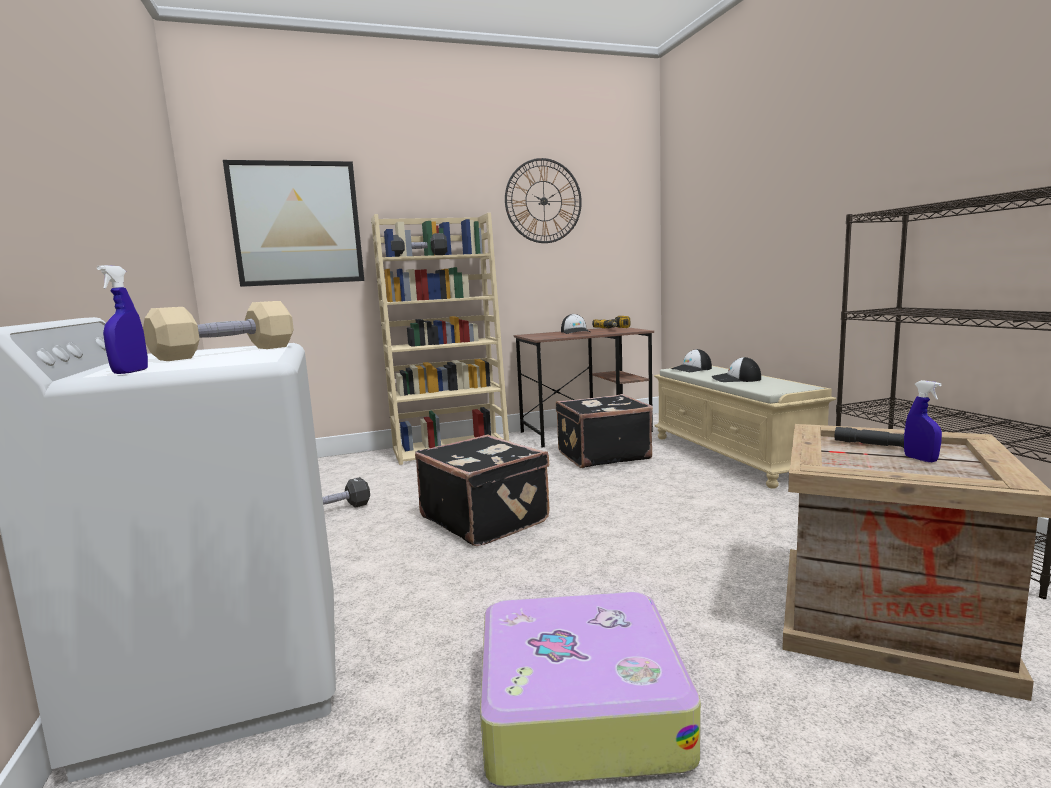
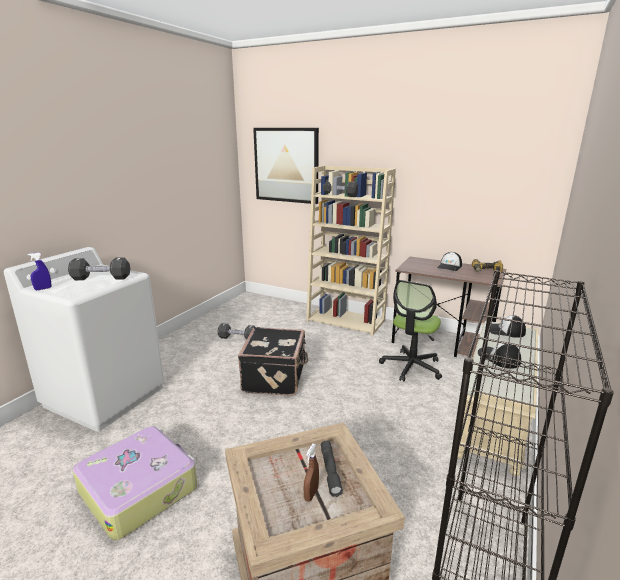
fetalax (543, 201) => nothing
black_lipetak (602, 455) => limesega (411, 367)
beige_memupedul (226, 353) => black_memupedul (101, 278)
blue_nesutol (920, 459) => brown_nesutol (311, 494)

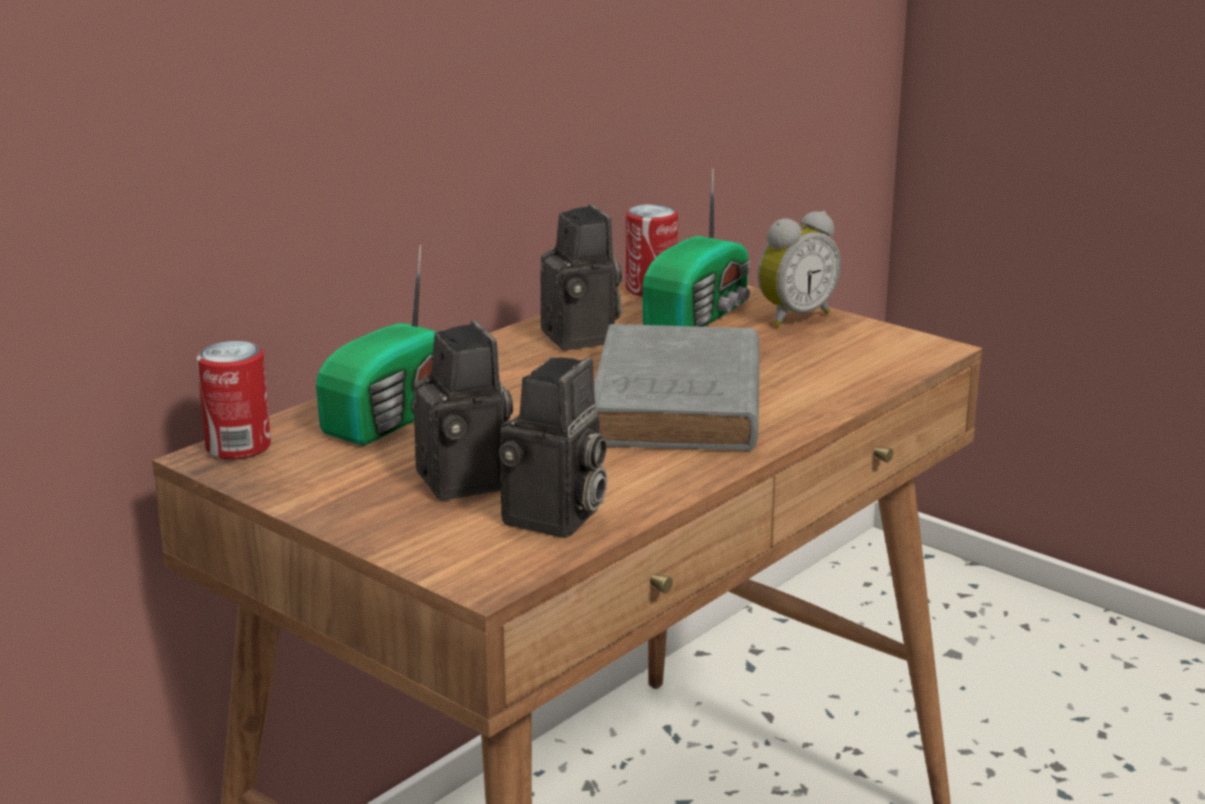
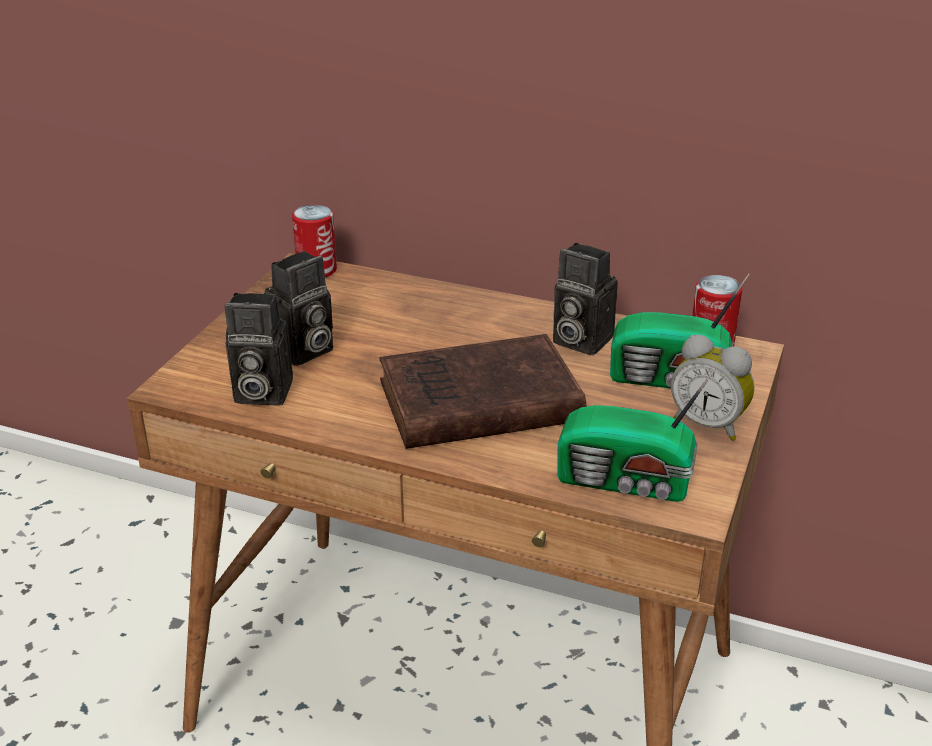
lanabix (398, 416) => lanabix (627, 482), moved
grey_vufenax (677, 405) => brown_vufenax (474, 403)
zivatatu (584, 338) => zivatatu (578, 340), 75 degrees clockwise

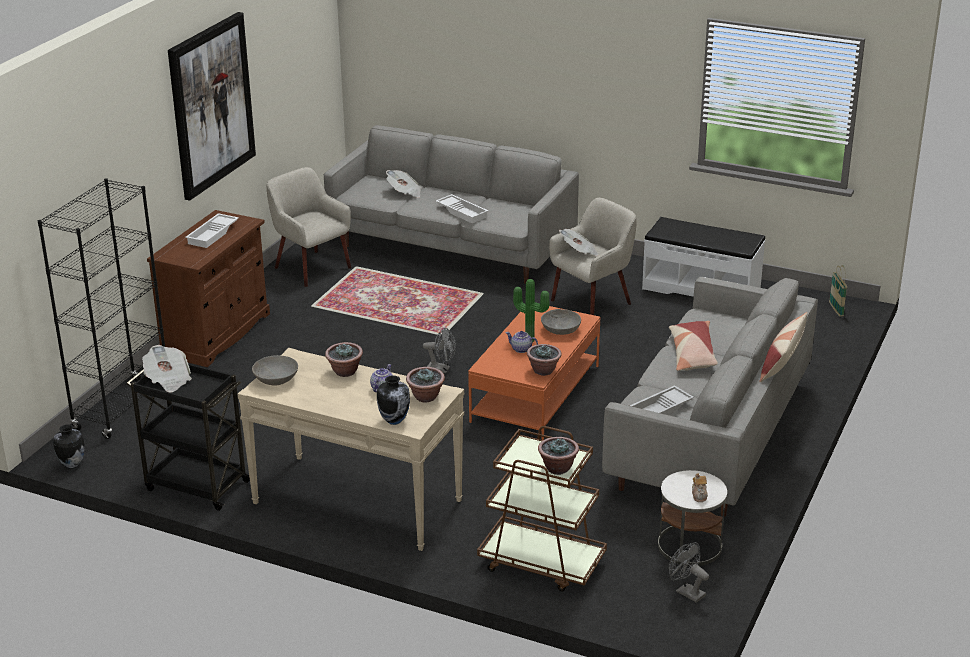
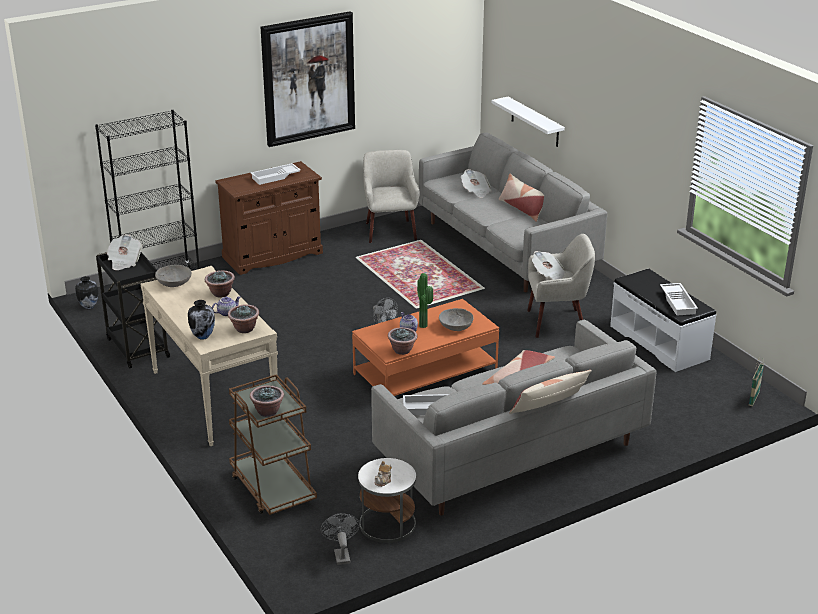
nothing => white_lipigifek (535, 122)
nothing => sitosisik (522, 209)
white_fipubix (462, 212) => white_fipubix (678, 302), moved

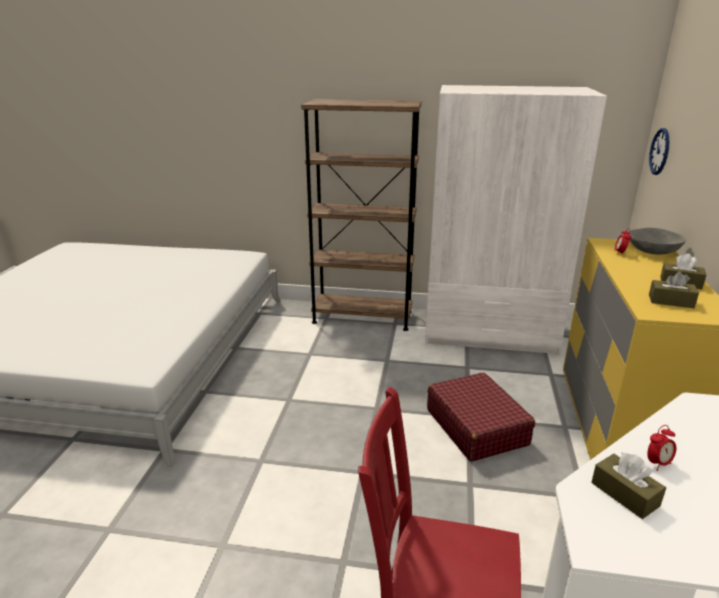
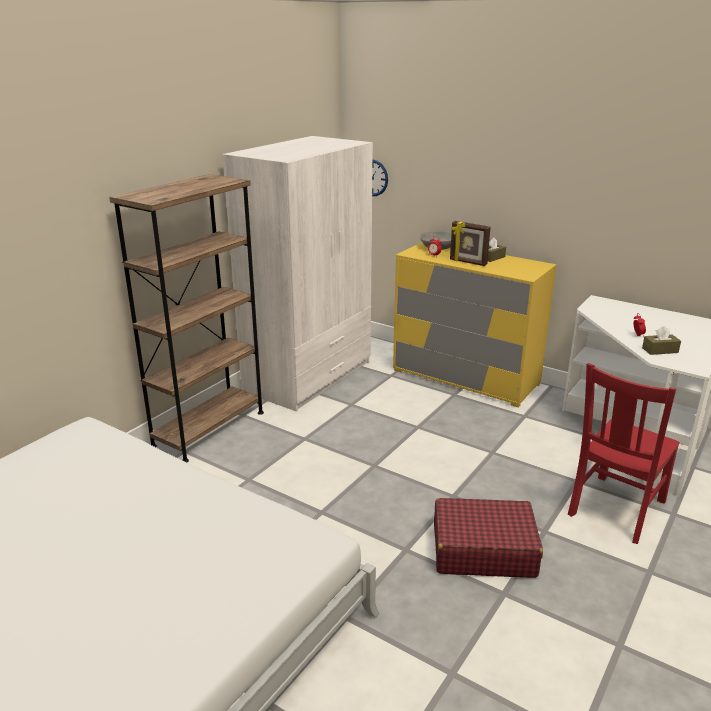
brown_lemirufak (671, 301) => nothing
nothing => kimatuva (468, 262)
red_lipetak (476, 426) => red_lipetak (483, 550), moved

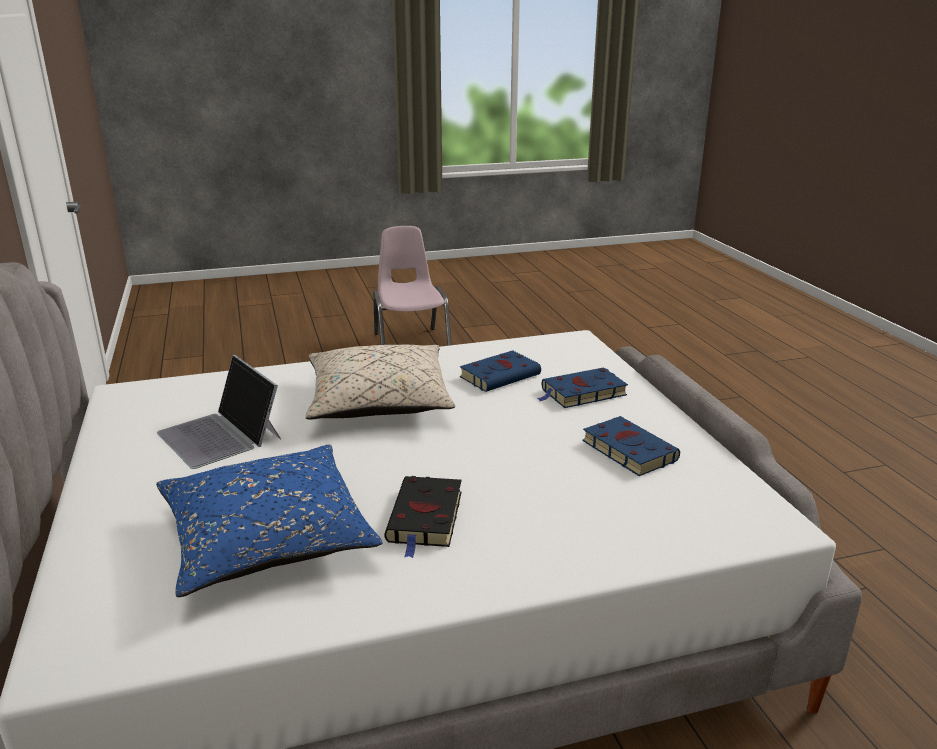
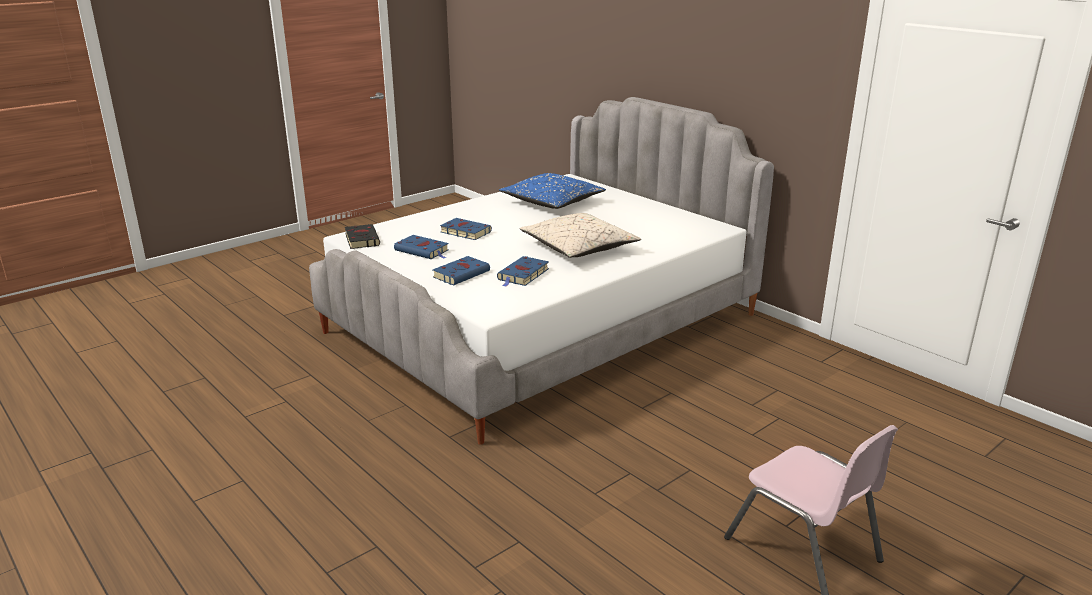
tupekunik (221, 435) => nothing
nothing => blue_vufenax (464, 232)
black_vufenax (425, 519) => black_vufenax (361, 239), moved

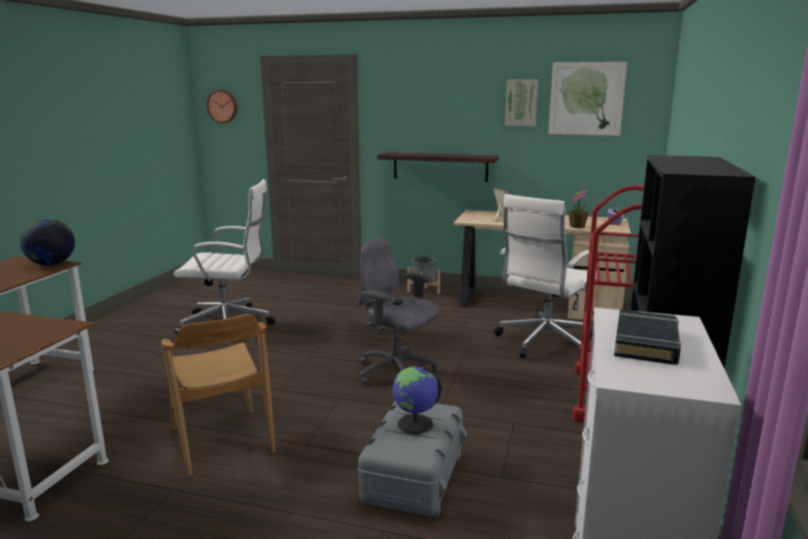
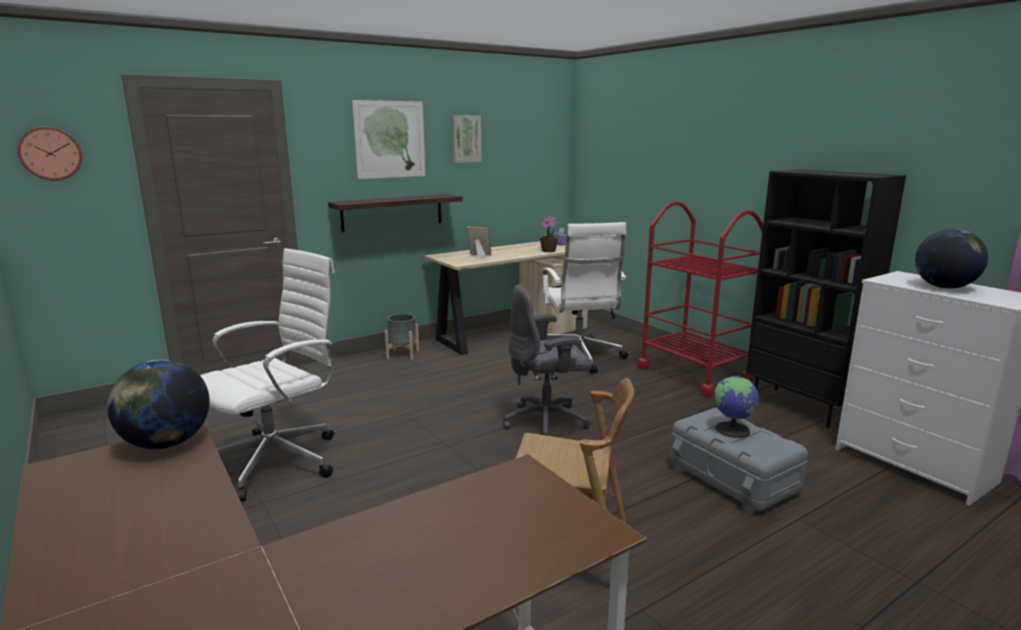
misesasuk (586, 98) => misesasuk (390, 139), moved
black_vufenax (646, 343) => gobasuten (944, 287)

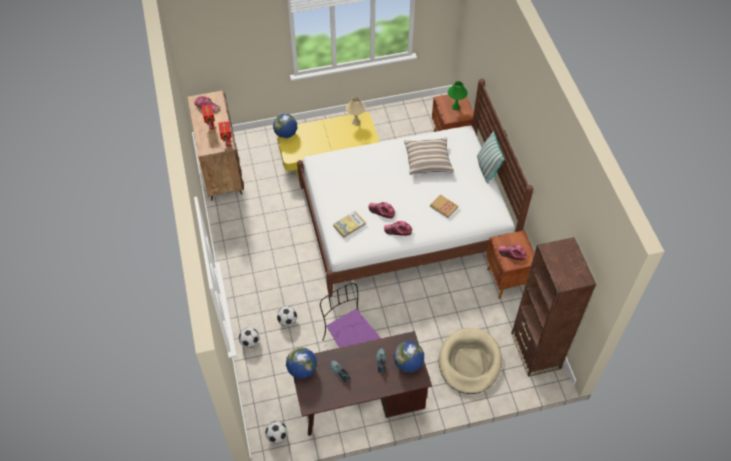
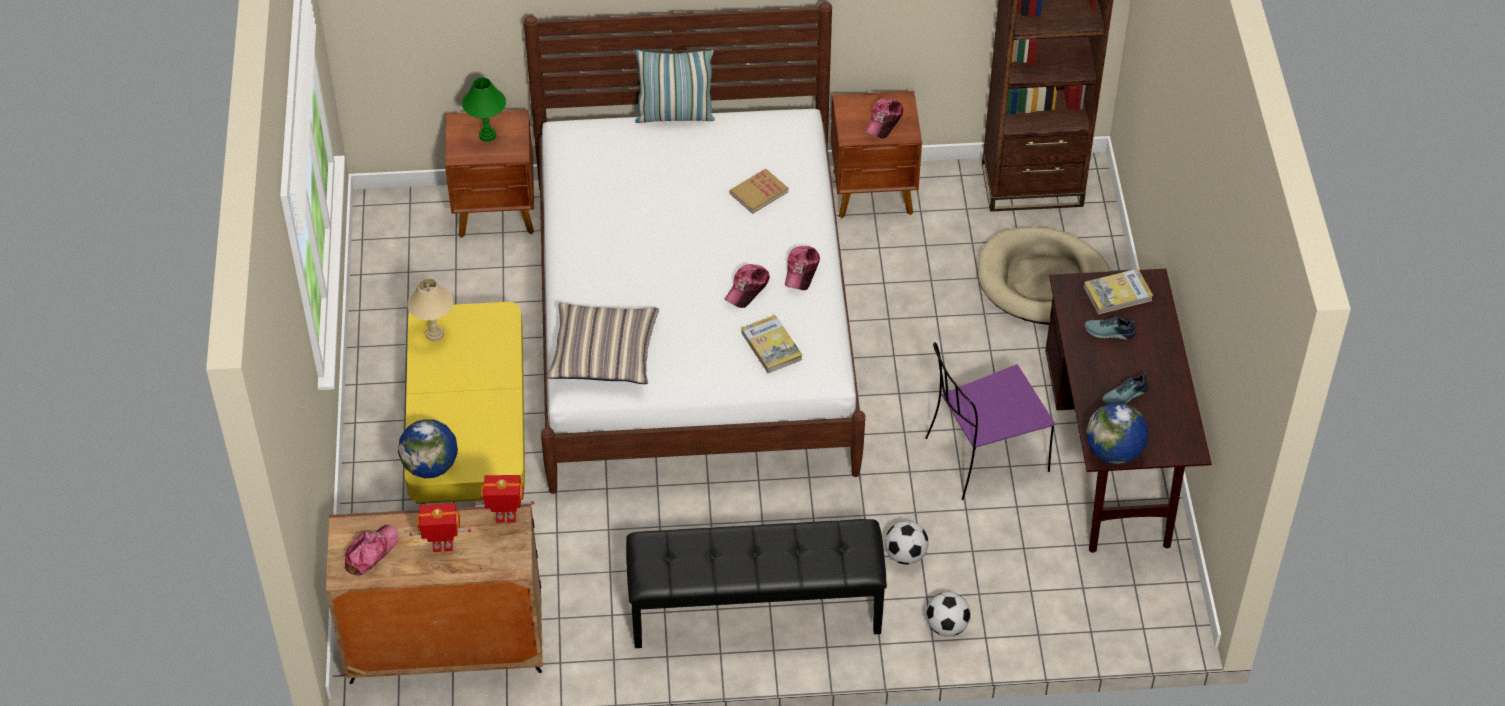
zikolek (277, 436) => nothing
nothing => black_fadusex (755, 612)
sitosisik (428, 160) => sitosisik (604, 353), moved
gobasuten (408, 363) => vufenax (1117, 293)

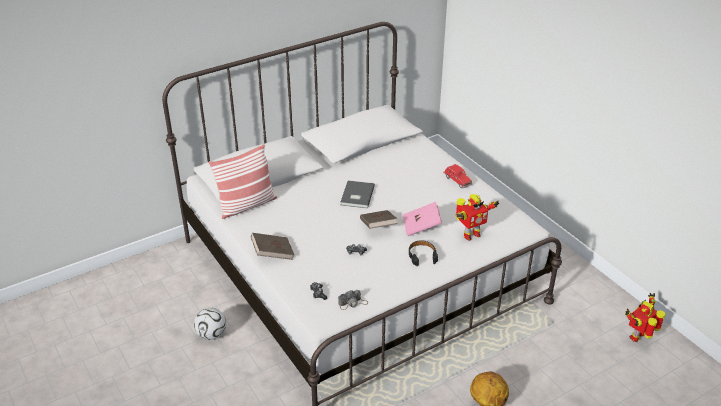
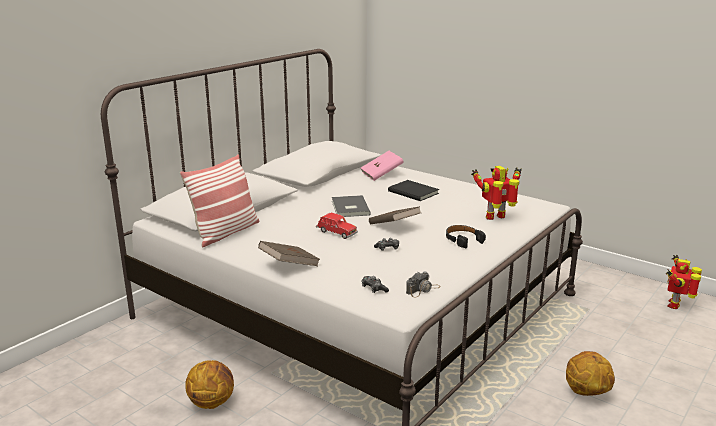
nothing => black_vufenax (413, 191)
pink_vufenax (421, 227) => pink_vufenax (381, 174), moved
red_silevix (457, 181) => red_silevix (336, 233), moved
zikolek (212, 334) => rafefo (212, 402)
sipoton (470, 235) => sipoton (496, 218), 150 degrees counterclockwise

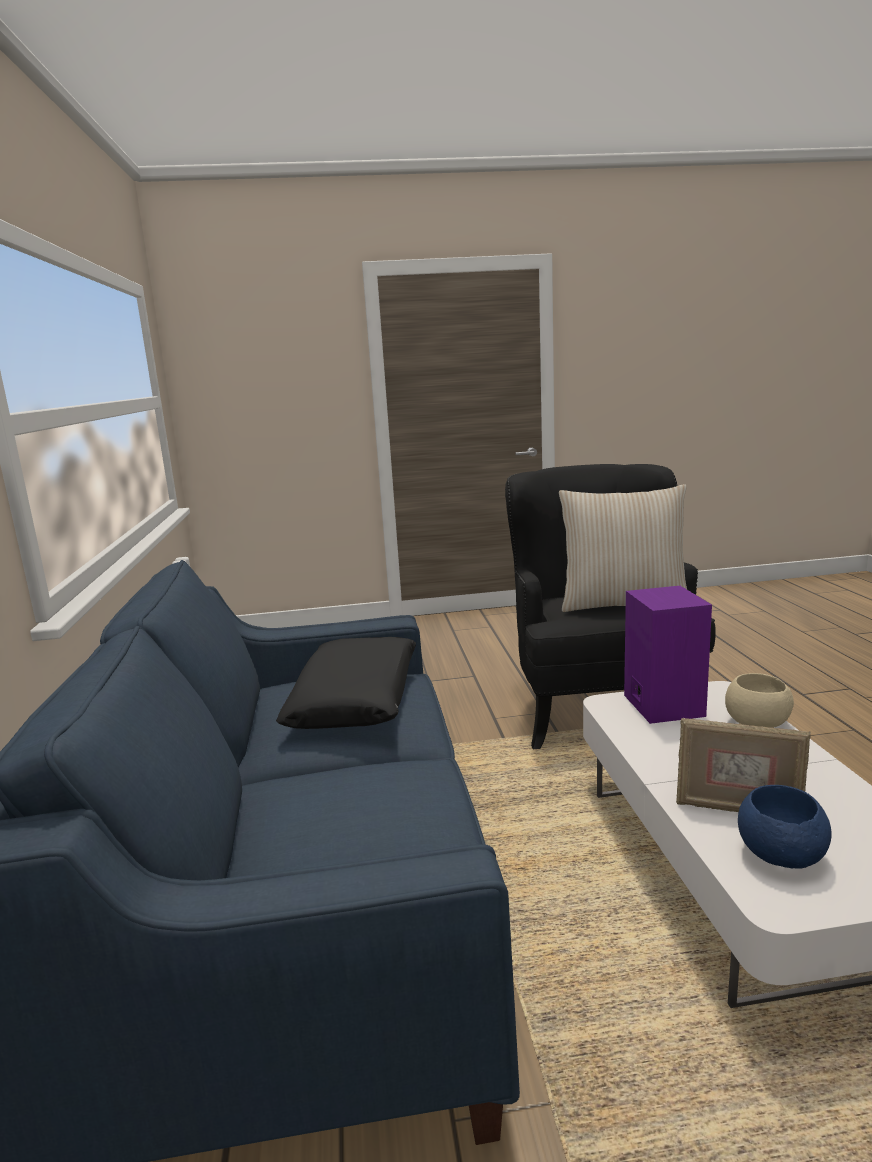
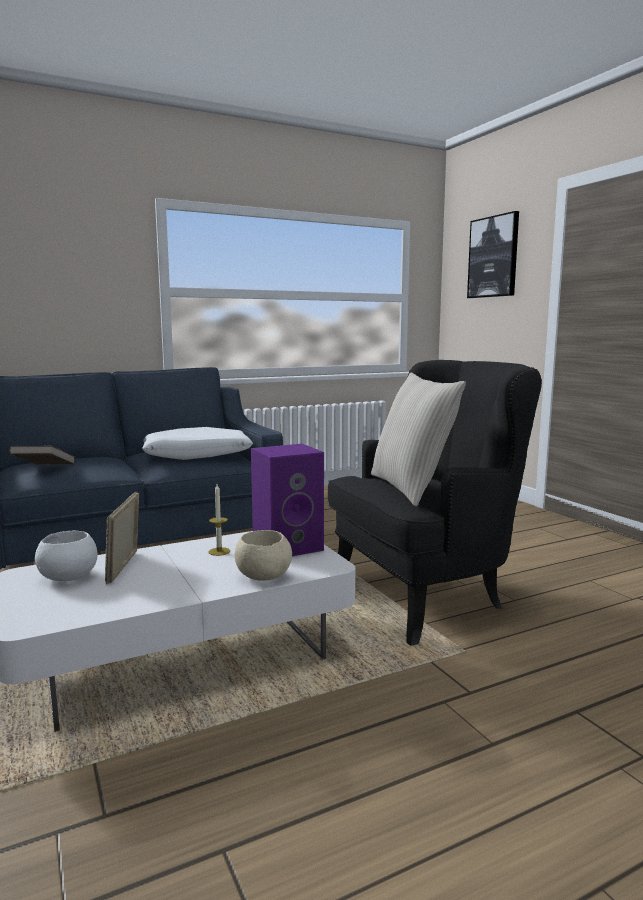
nothing => brown_vufenax (44, 469)
nothing => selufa (219, 551)
nothing => misesasuk (493, 257)
black_sitosisik (356, 699) => white_sitosisik (197, 455)
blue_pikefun (778, 855) => white_pikefun (68, 576)

